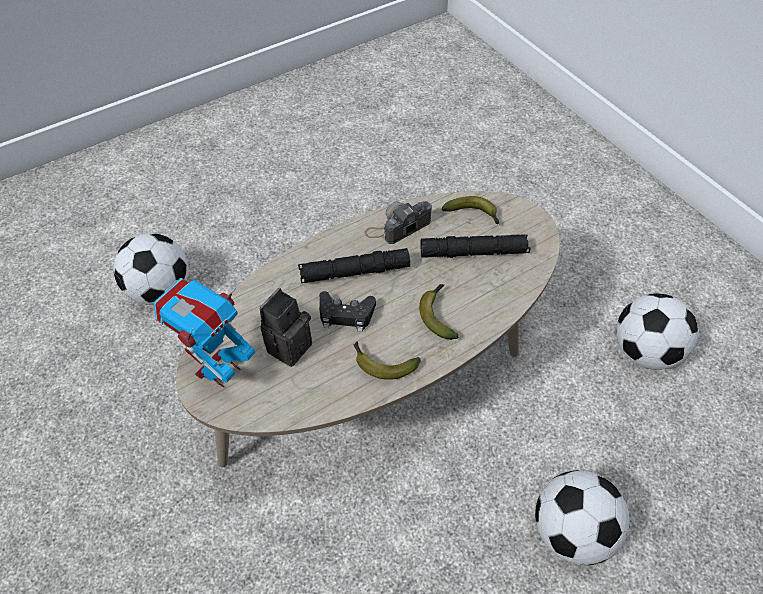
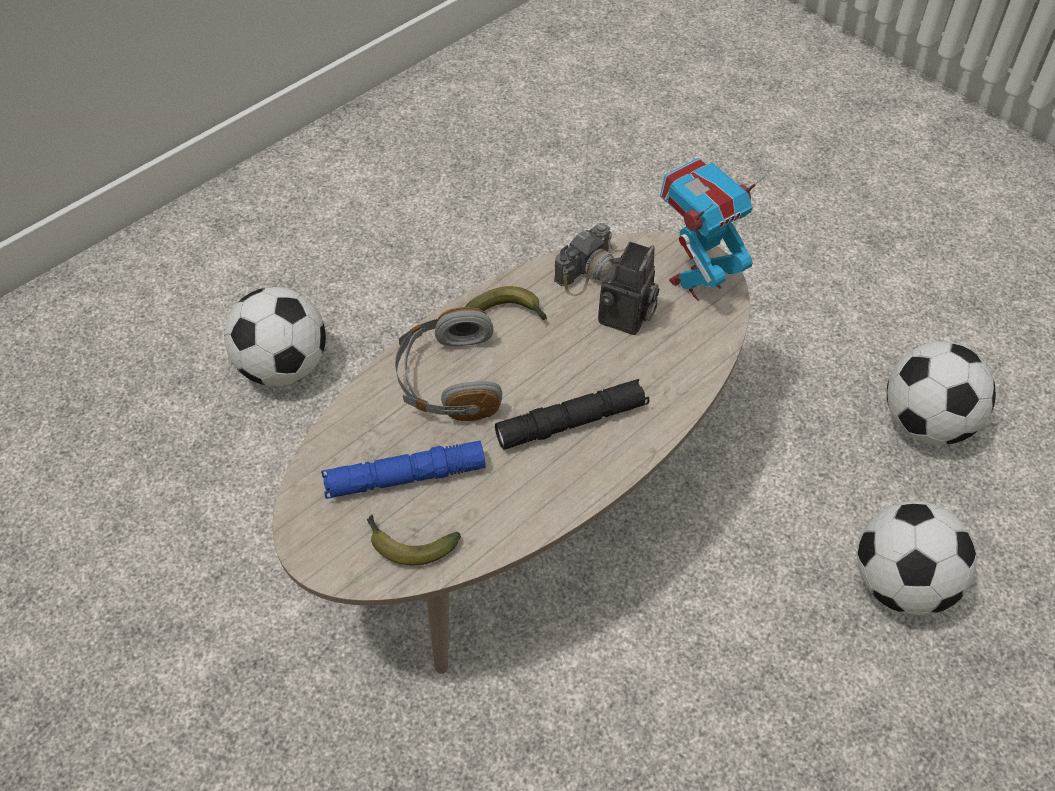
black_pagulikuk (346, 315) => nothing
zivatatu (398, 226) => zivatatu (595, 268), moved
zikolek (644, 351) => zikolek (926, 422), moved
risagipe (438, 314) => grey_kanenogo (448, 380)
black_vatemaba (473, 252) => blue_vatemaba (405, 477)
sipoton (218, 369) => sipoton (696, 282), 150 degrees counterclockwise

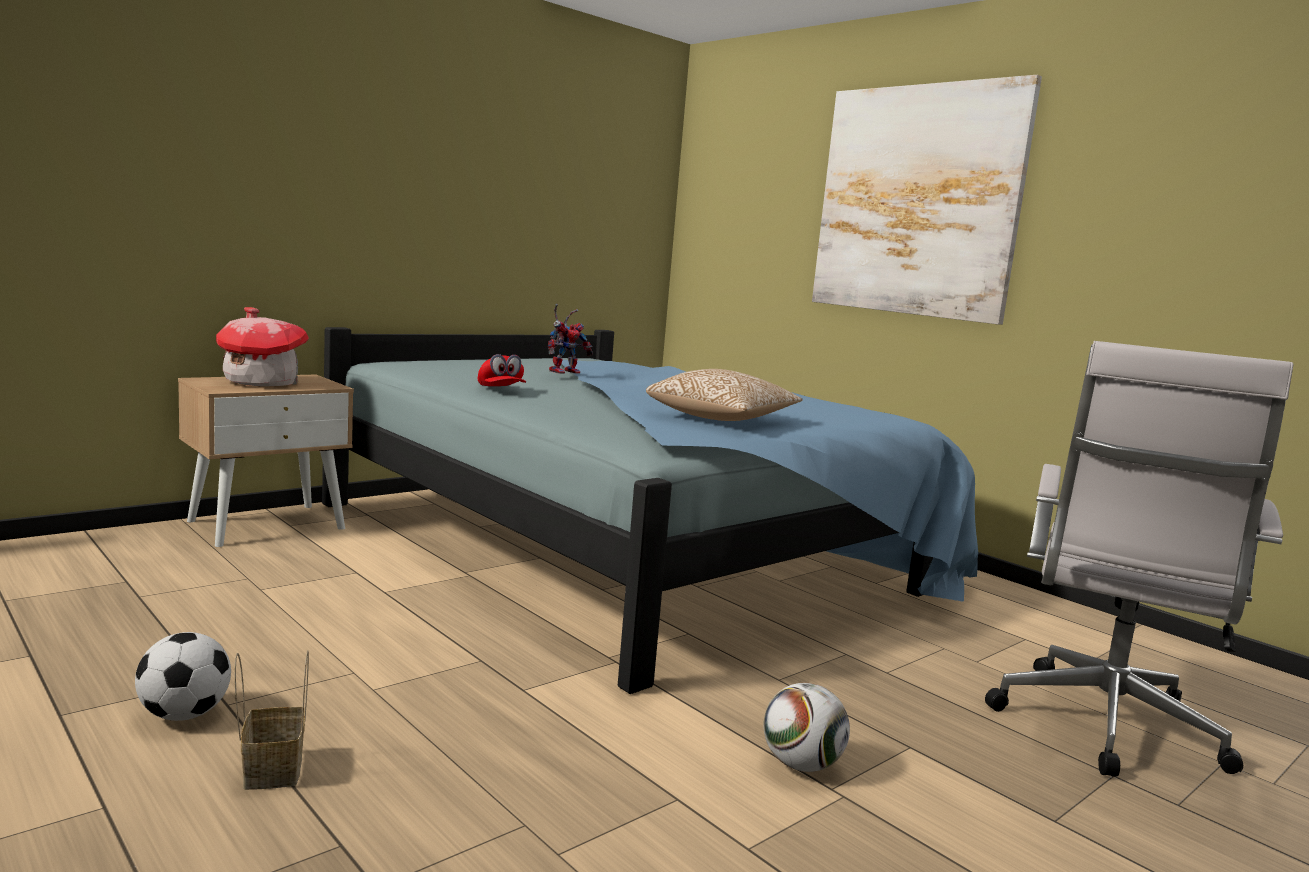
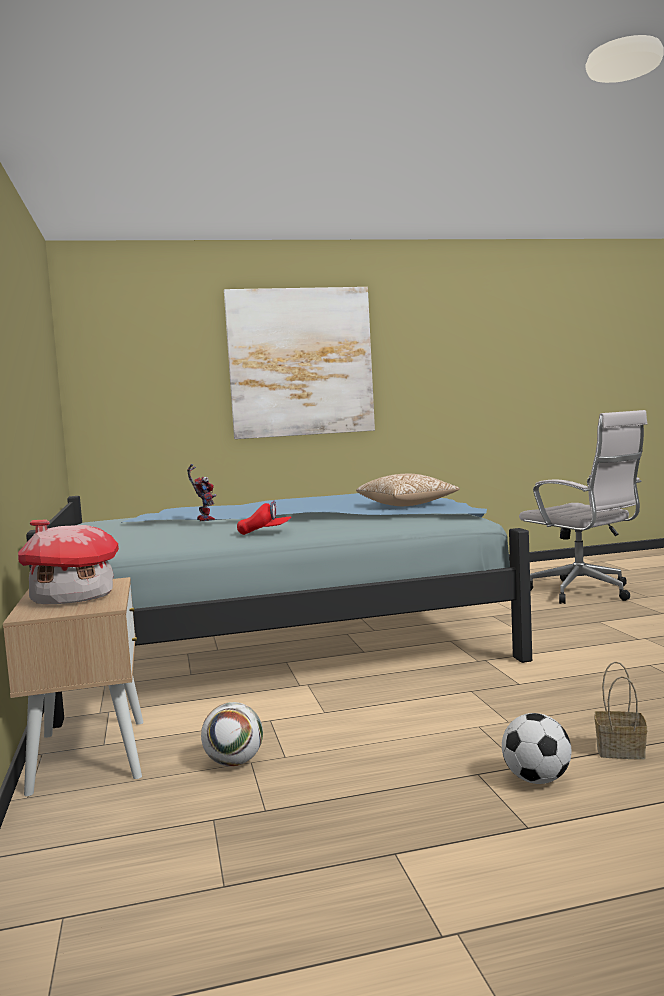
zikolek (801, 765) => zikolek (234, 762), moved

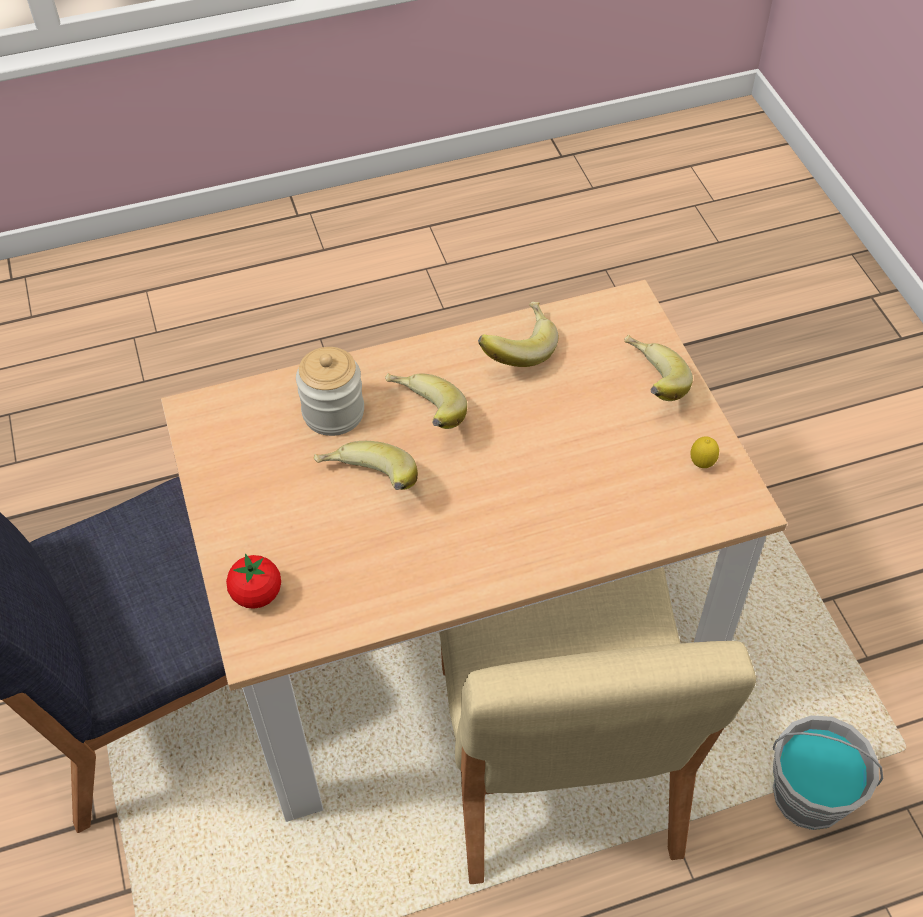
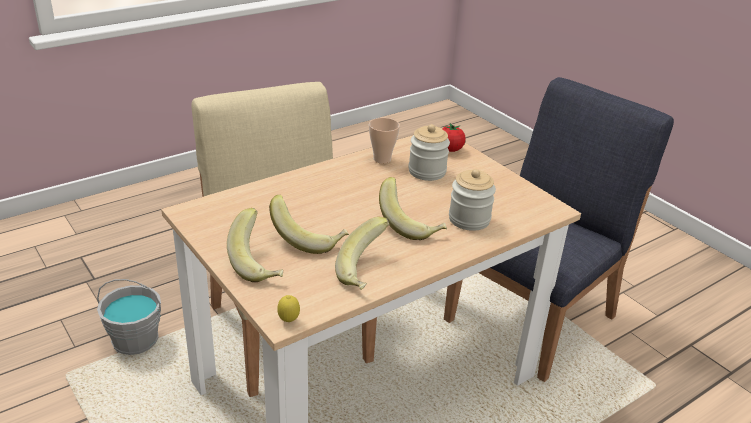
nothing => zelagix (382, 159)
nothing => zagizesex (427, 171)
risagipe (367, 485) => risagipe (308, 239), moved
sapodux (701, 464) => sapodux (288, 321), moved

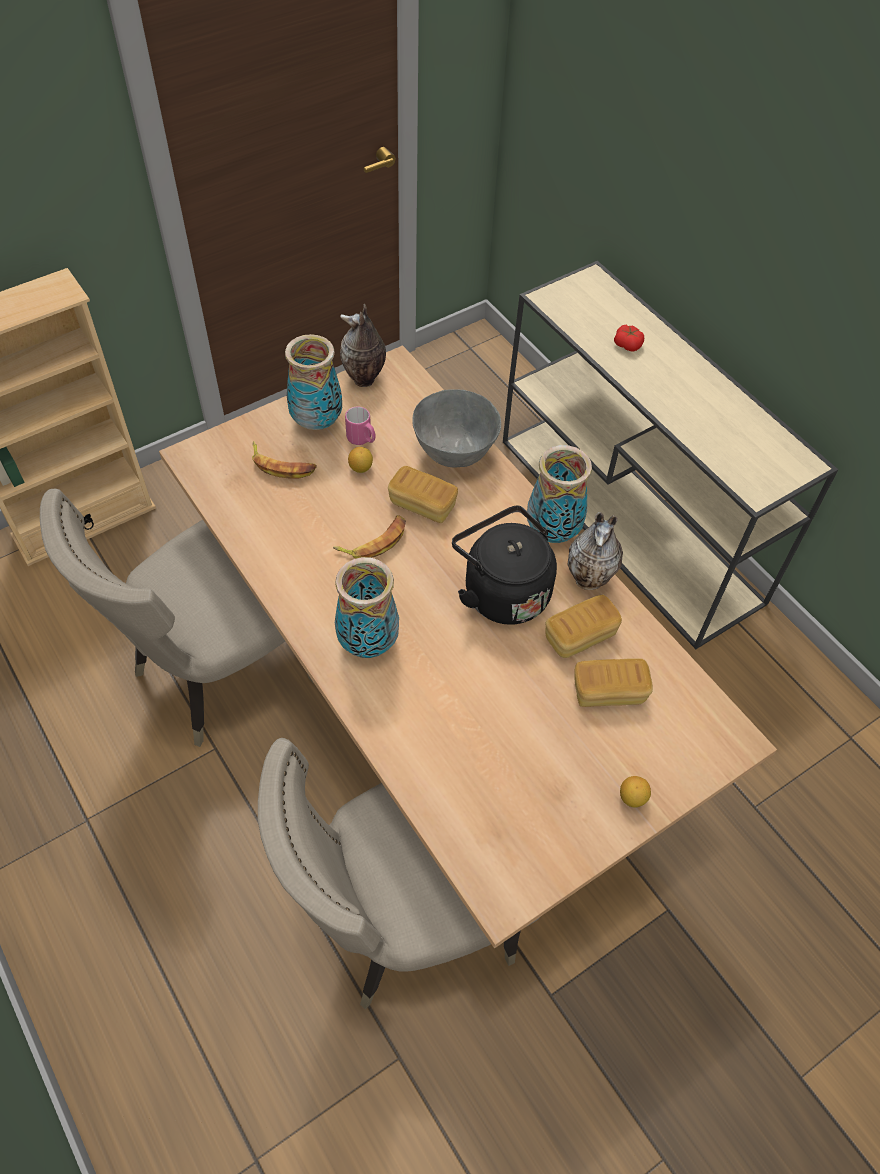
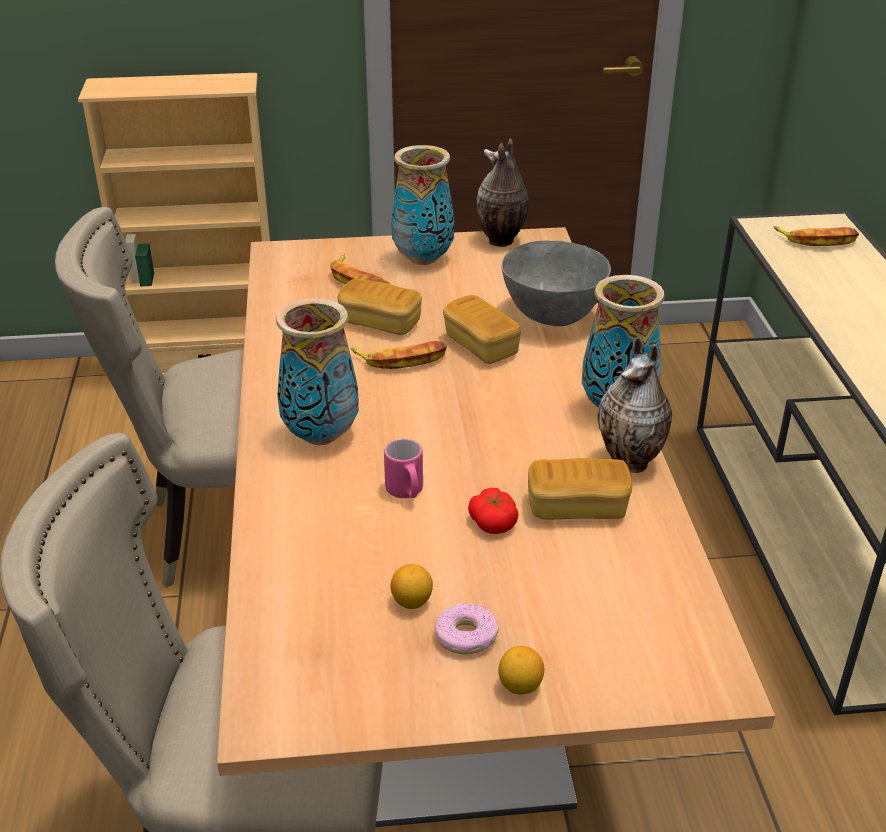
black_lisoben (502, 591) => nothing
nothing => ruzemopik (465, 636)
nothing => risagipe (817, 240)
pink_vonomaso (362, 439) => pink_vonomaso (406, 493), moved
sapodux (361, 468) => sapodux (412, 602), moved
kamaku (608, 691) => kamaku (380, 323), moved
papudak (627, 344) => papudak (493, 522), moved

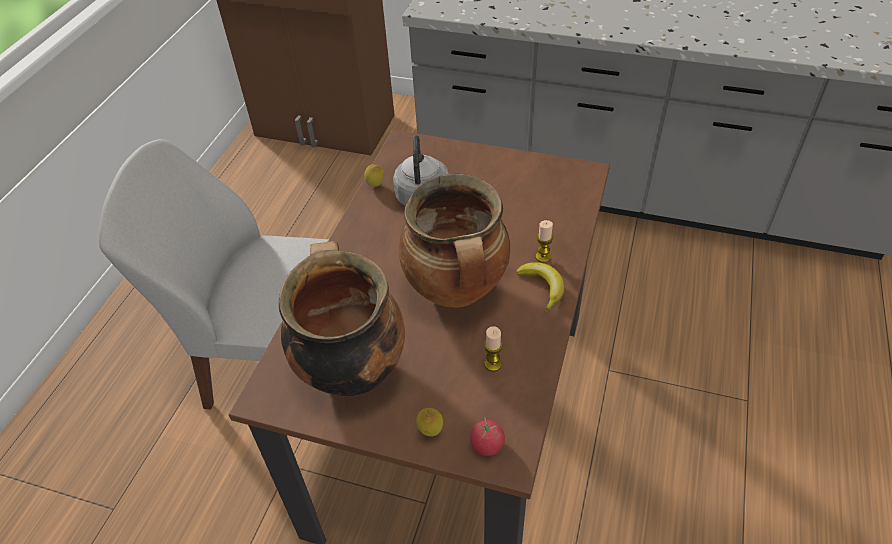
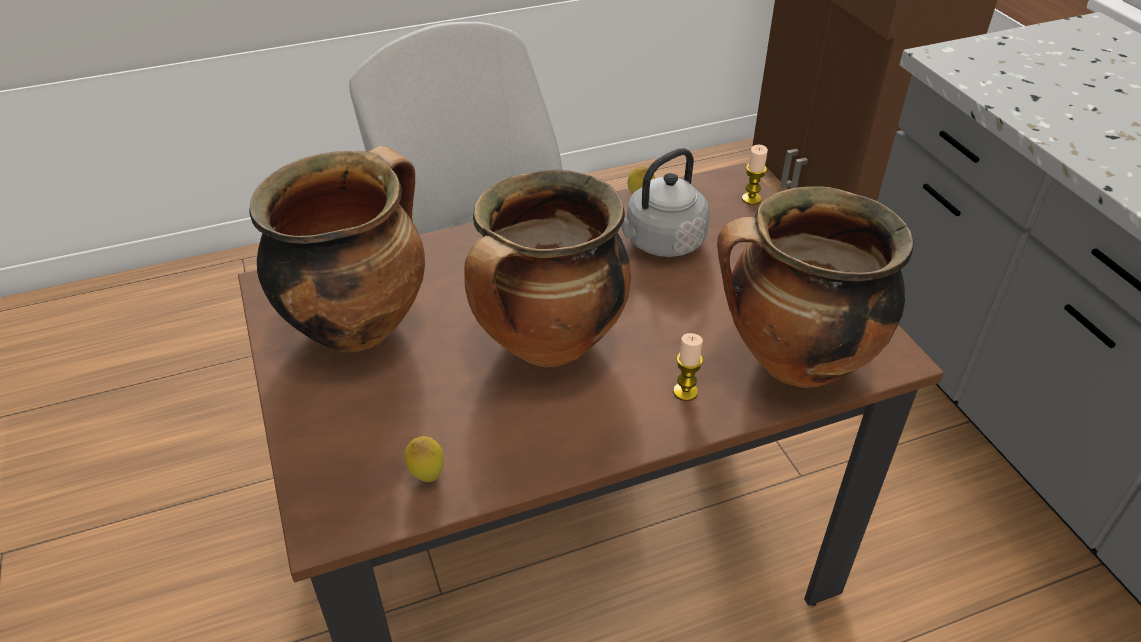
papudak (487, 445) => nothing
risagipe (542, 287) => nothing
nothing => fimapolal (794, 363)
sapodux (430, 432) => sapodux (427, 475), moved
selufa (493, 364) => selufa (751, 199), moved

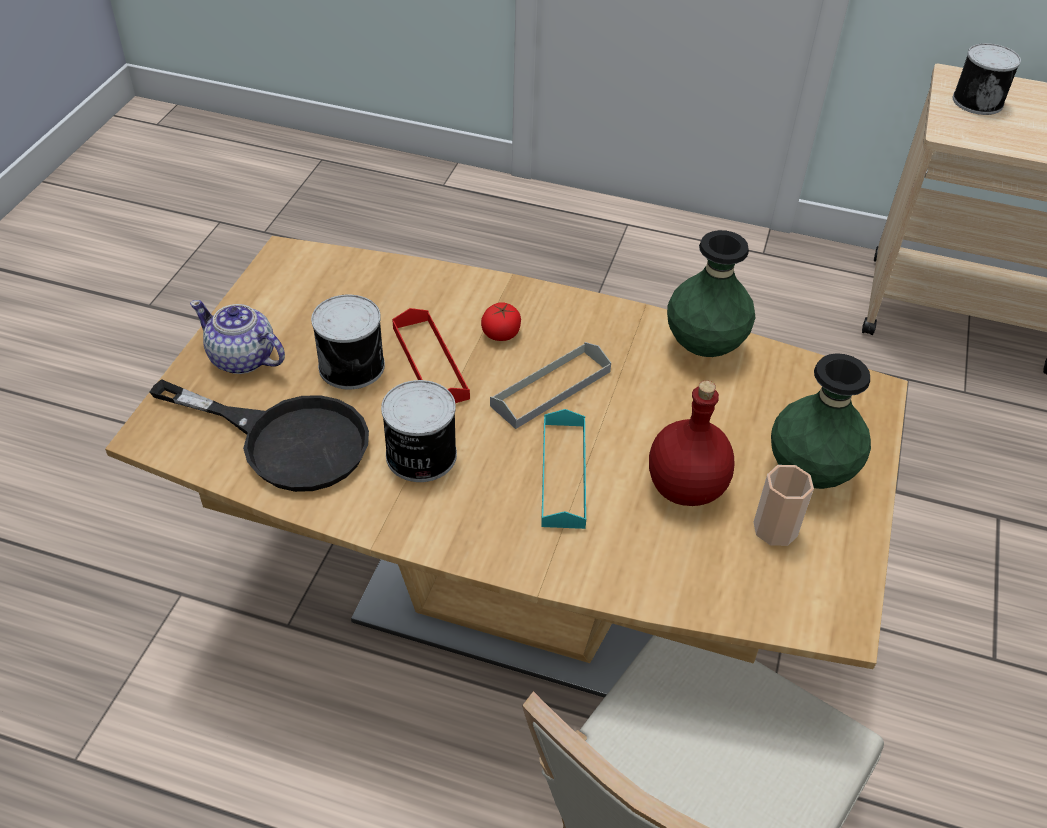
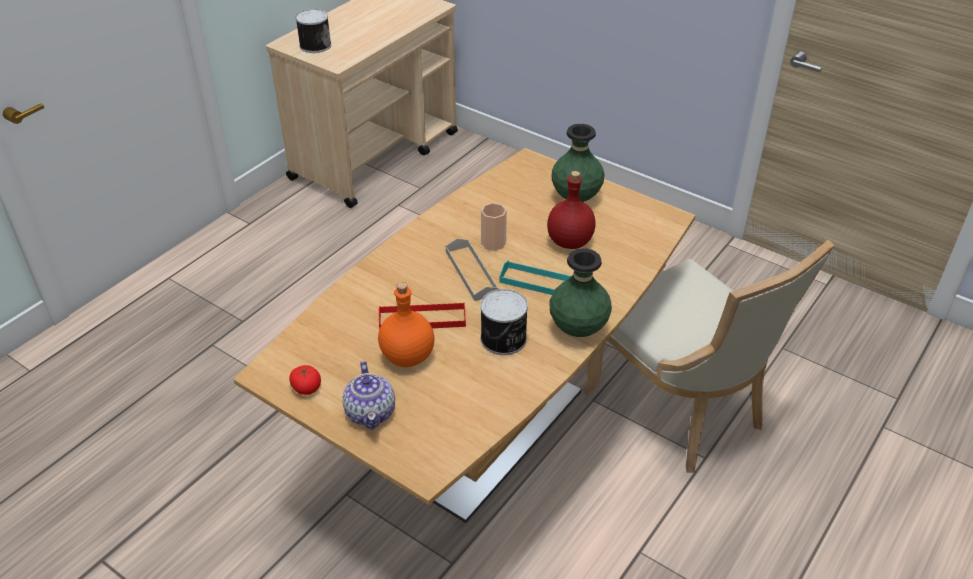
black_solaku (286, 440) => nothing
papudak (501, 333) => papudak (306, 387), moved
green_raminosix (704, 347) => green_raminosix (578, 329), moved
zelagix (775, 529) => zelagix (493, 243), moved
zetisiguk (353, 366) => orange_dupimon (407, 356)
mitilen (243, 359) => mitilen (371, 412), 60 degrees counterclockwise

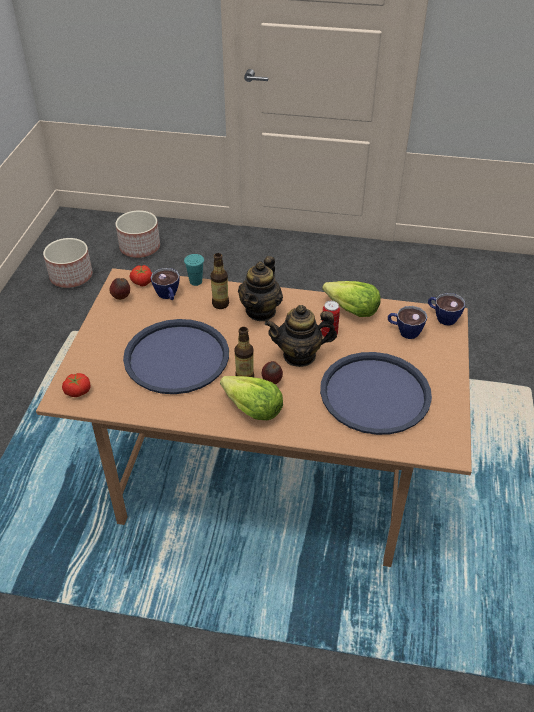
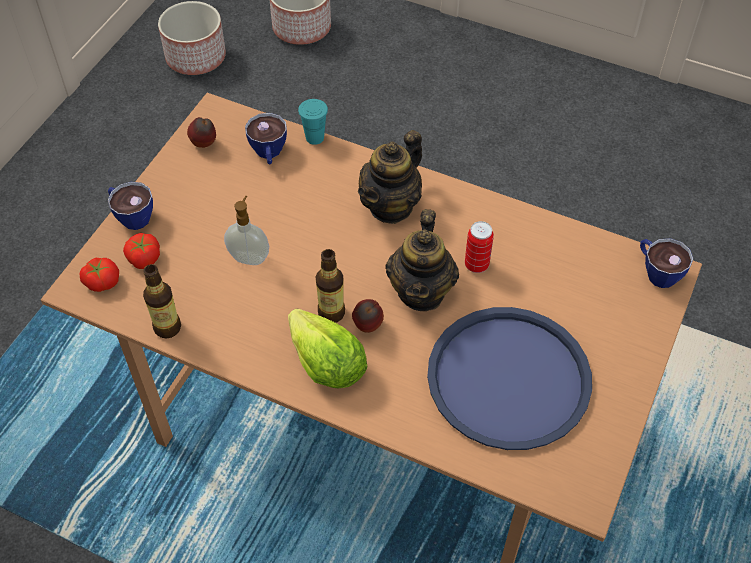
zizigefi (351, 310) => nothing
papudak (142, 282) => papudak (143, 258), moved
dupimon (220, 304) => dupimon (167, 327), moved
zelagix (404, 331) => zelagix (131, 216), moved
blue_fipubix (177, 357) => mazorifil (249, 257)
mitilen (299, 355) => mitilen (421, 291), 90 degrees counterclockwise

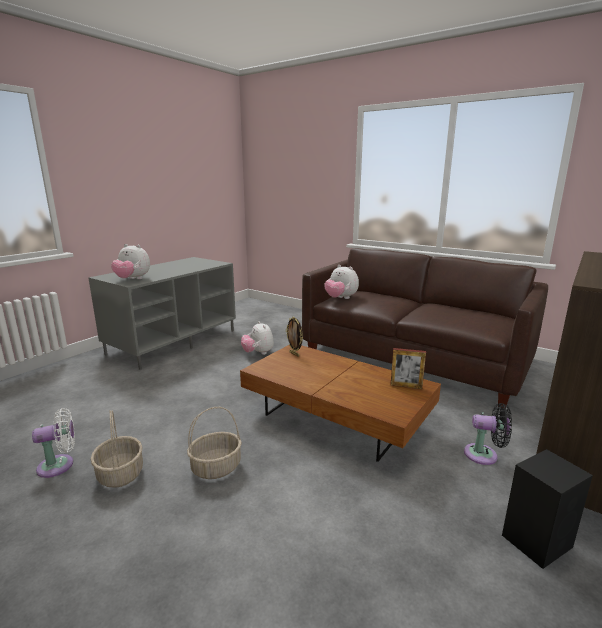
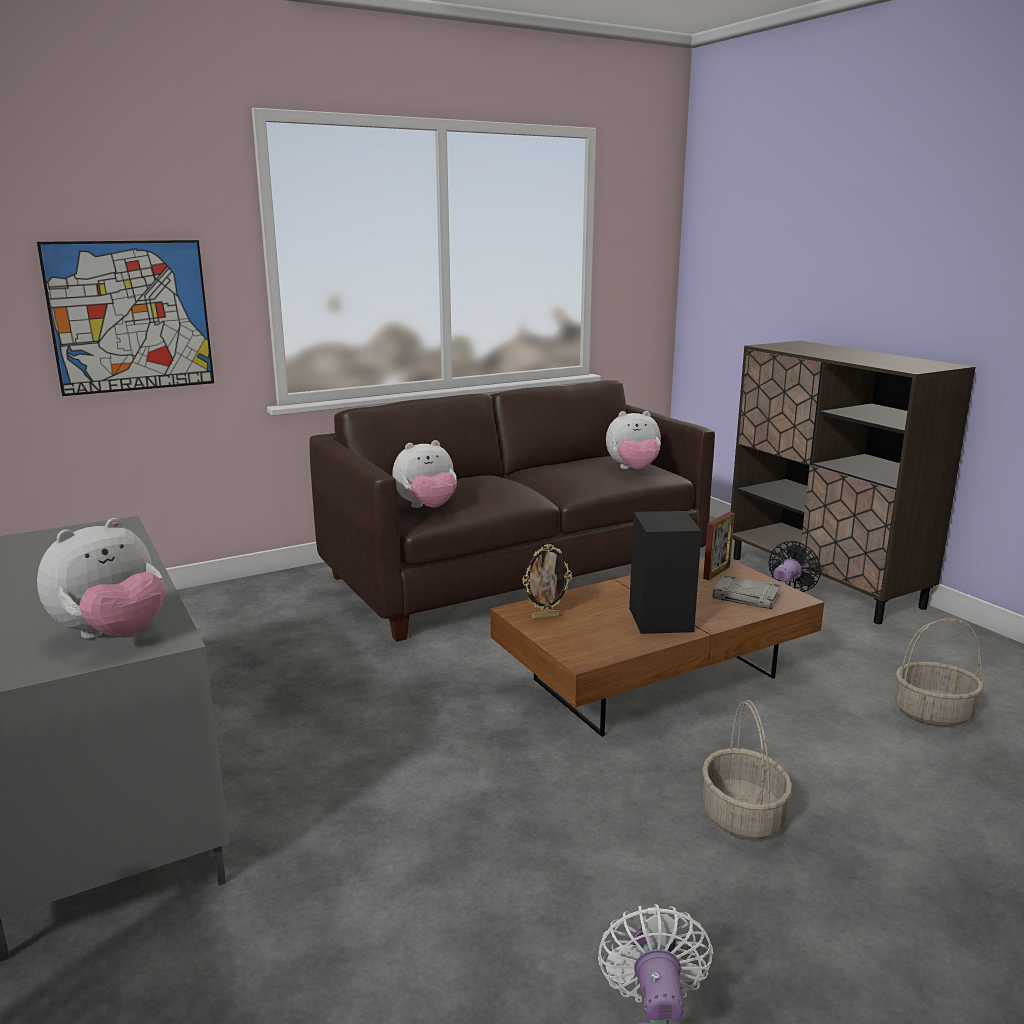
nothing => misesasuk (131, 316)
nothing => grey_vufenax (747, 597)
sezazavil (120, 474) => sezazavil (932, 714), moved
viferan (258, 353) => viferan (633, 470), moved
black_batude (537, 540) => black_batude (660, 619), moved

